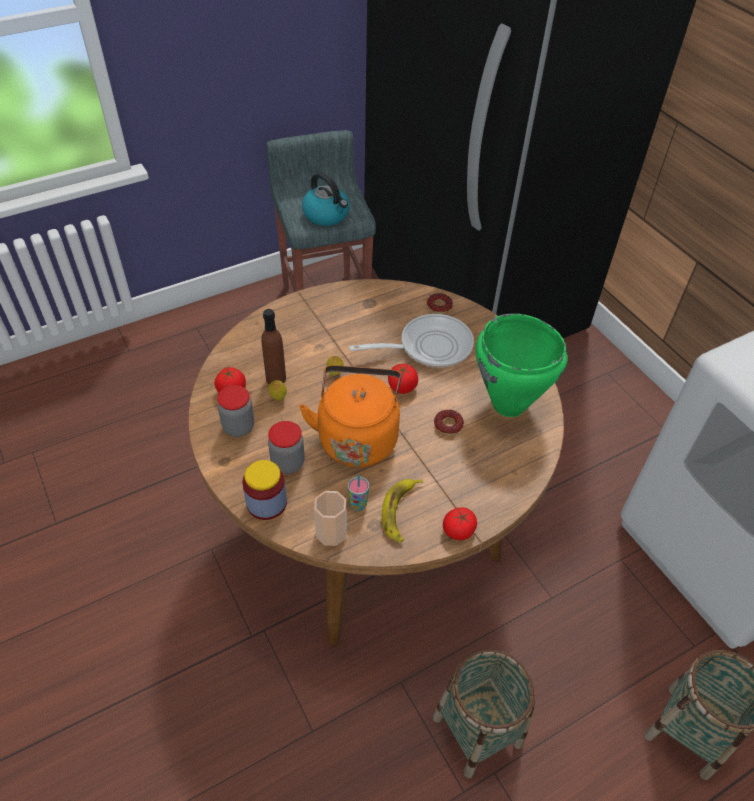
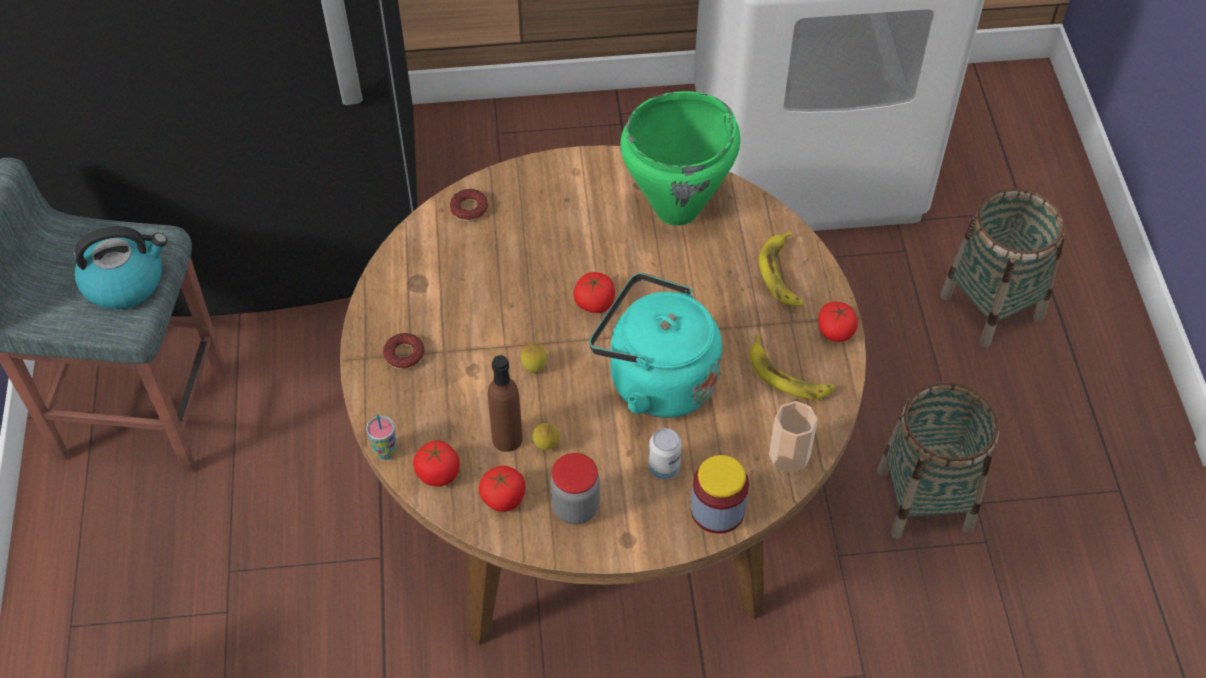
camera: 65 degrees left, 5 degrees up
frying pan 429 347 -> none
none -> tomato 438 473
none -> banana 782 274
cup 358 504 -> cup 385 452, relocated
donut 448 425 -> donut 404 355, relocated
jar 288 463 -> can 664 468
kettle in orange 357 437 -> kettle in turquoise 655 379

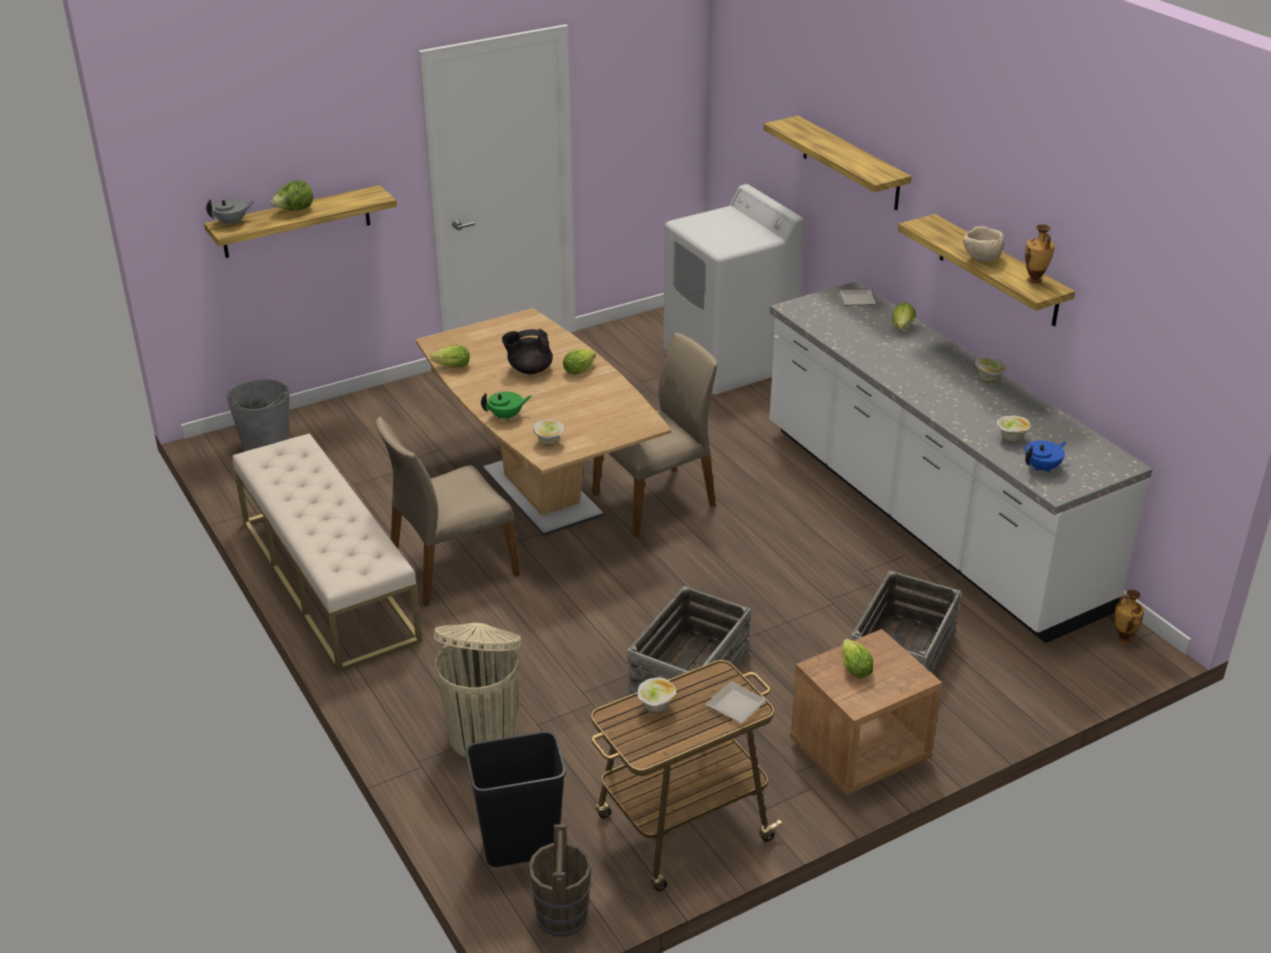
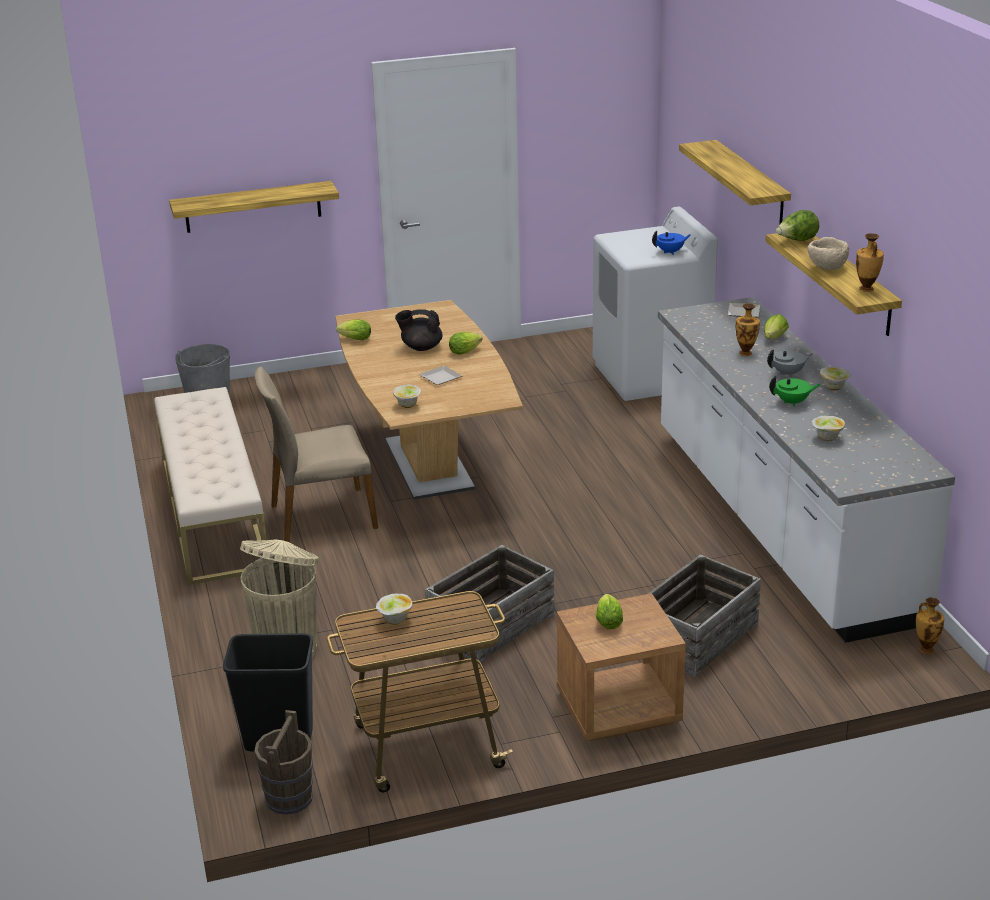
camera: 15 degrees right, 5 degrees down
chair in beige 656 500 -> none
none -> vase 746 353
teapot in grey 232 222 -> teapot in grey 788 373, relocated
lettuce 294 210 -> lettuce 797 241, relocated
teapot in green 506 416 -> teapot in green 792 402, relocated
plate 735 703 -> plate 441 377, relocated
teapot in blue 1042 467 -> teapot in blue 670 252, relocated

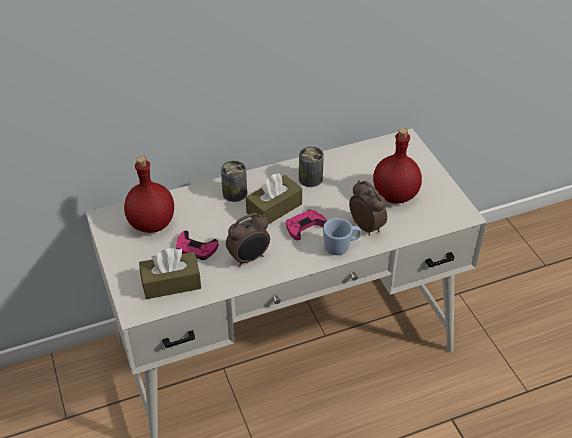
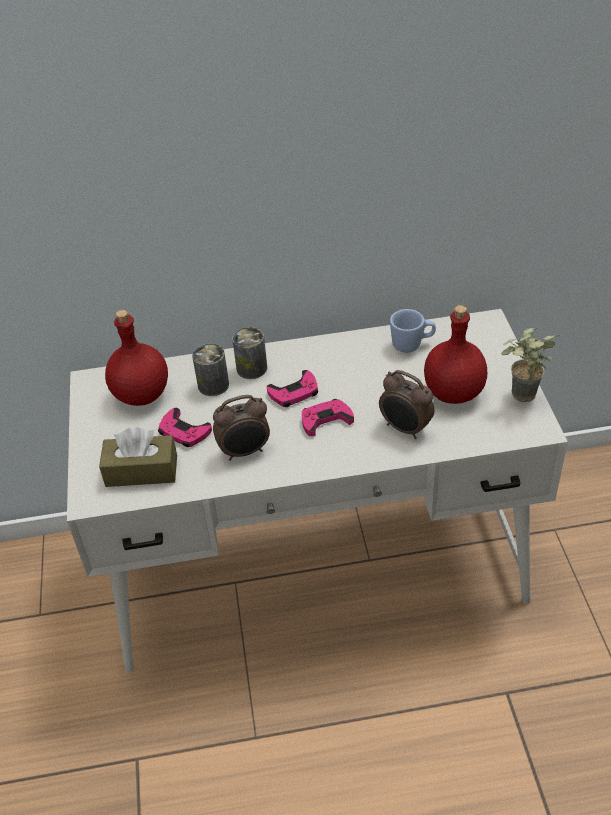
camera: 15 degrees right, 0 degrees up
none -> potted plant 519 399
can 310 179 -> can 213 385, relocated
mug in blue 341 247 -> mug in blue 412 344, relocated
tissue box in brown 274 208 -> game controller in pink 294 393
alarm clock 367 226 -> alarm clock 405 429, 150 degrees clockwise

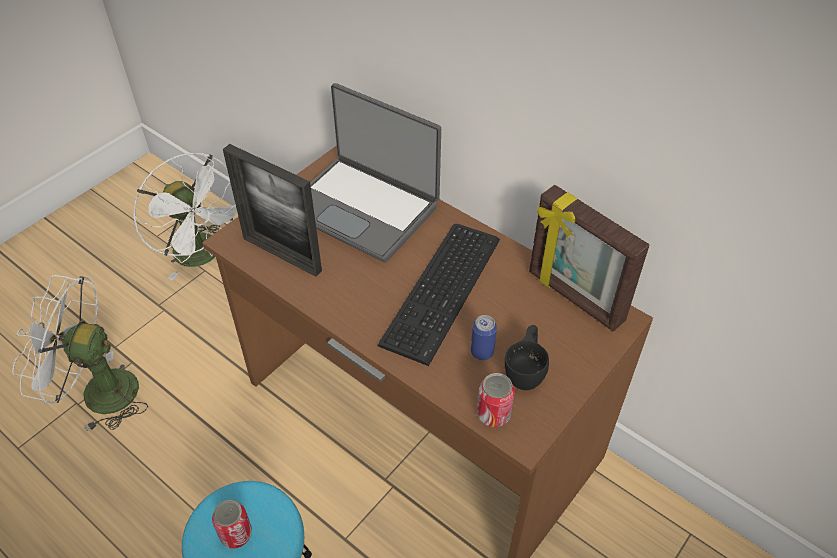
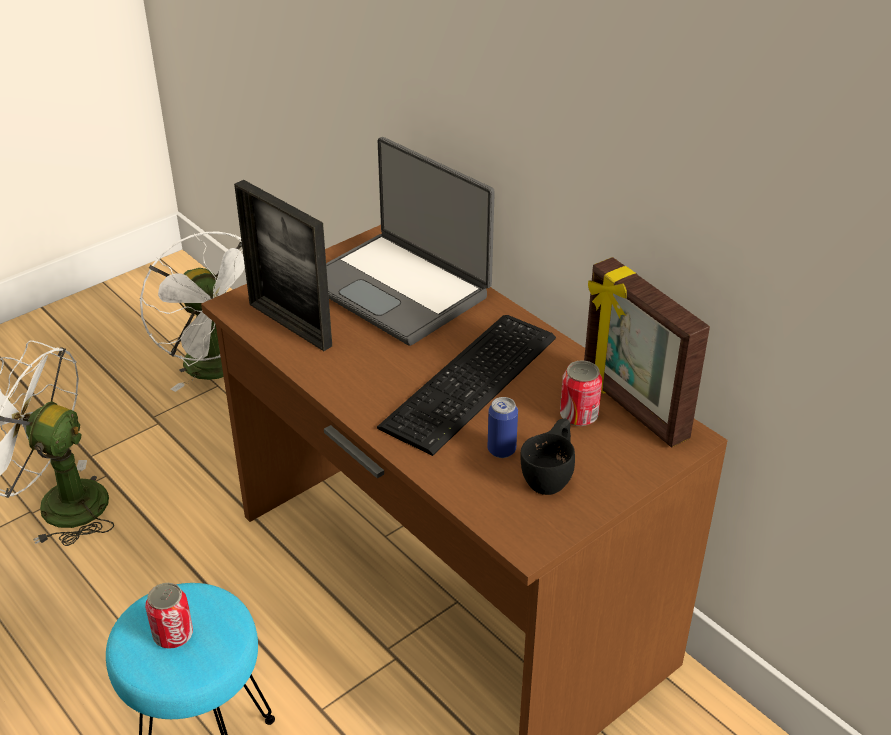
camera: 10 degrees right, 10 degrees down
can 493 414 -> can 578 415, relocated

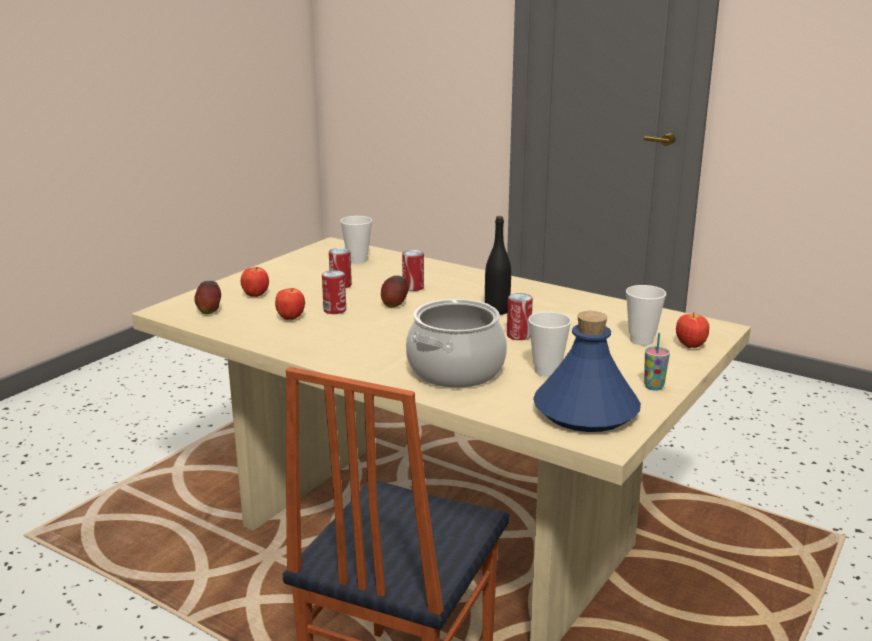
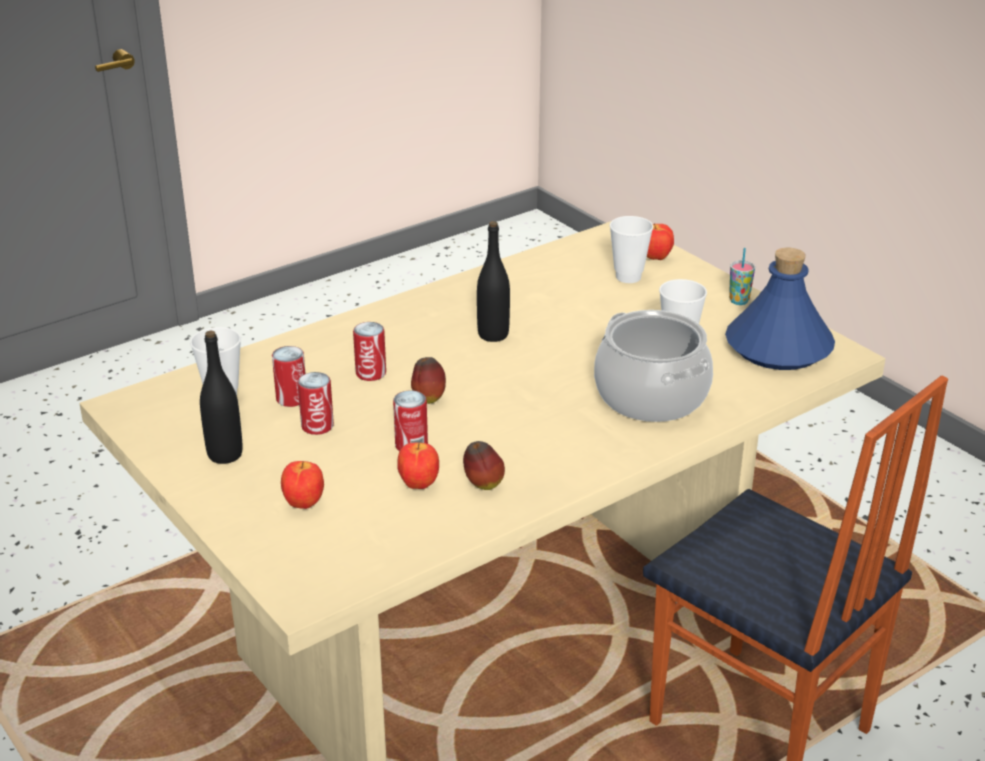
camera: 70 degrees left, 10 degrees up
none -> bottle in black 225 454
apple 209 312 -> apple 483 485, relocated
can 518 336 -> can 291 398, relocated

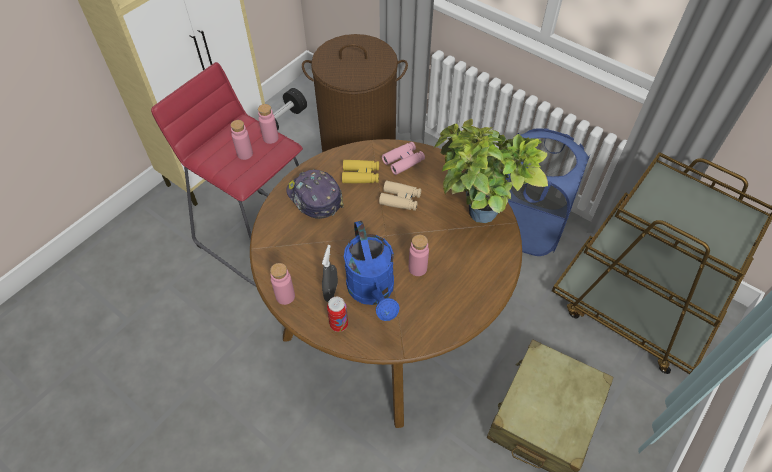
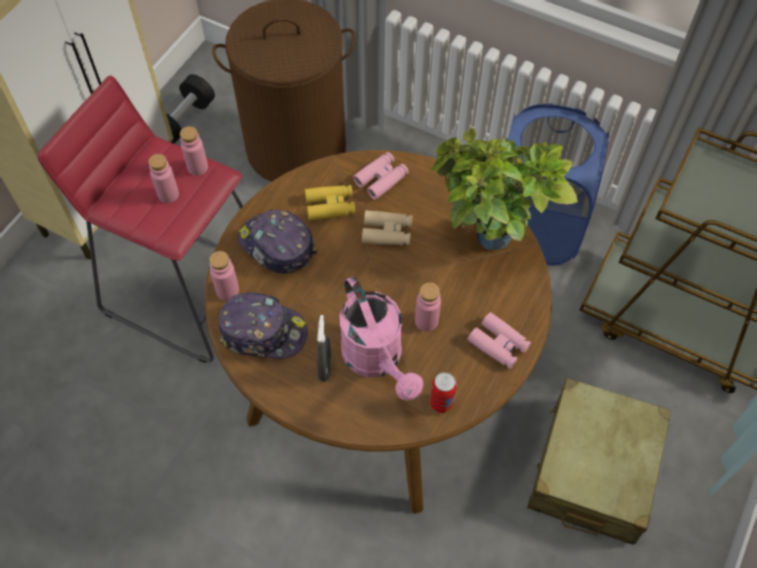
camera: 10 degrees left, 5 degrees up
none -> cap 263 332
none -> binoculars in pink 498 344
bottle in pink 285 296 -> bottle in pink 227 290, relocated
can 339 324 -> can 441 403, relocated
watering can in blue 373 292 -> watering can in pink 377 360

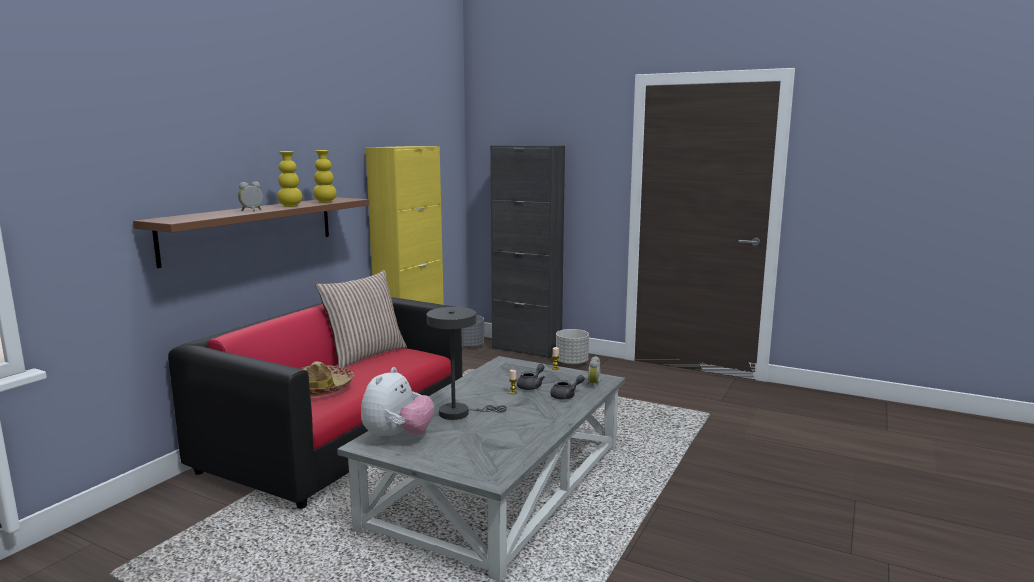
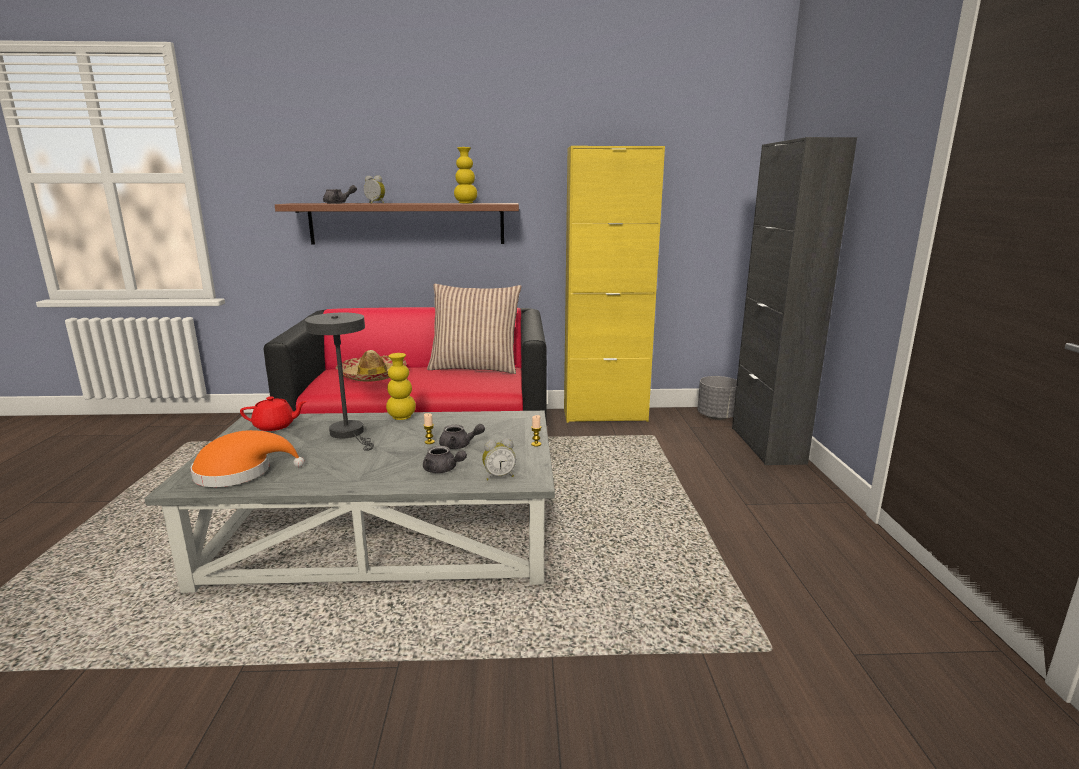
camera: 60 degrees right, 5 degrees up
planter in grey 572 363 -> none
none -> hat in orange 240 472
none -> teapot in grey 338 203
vase in yellow 290 206 -> vase in yellow 401 417, relocated
plush toy 397 437 -> teapot in red 275 426

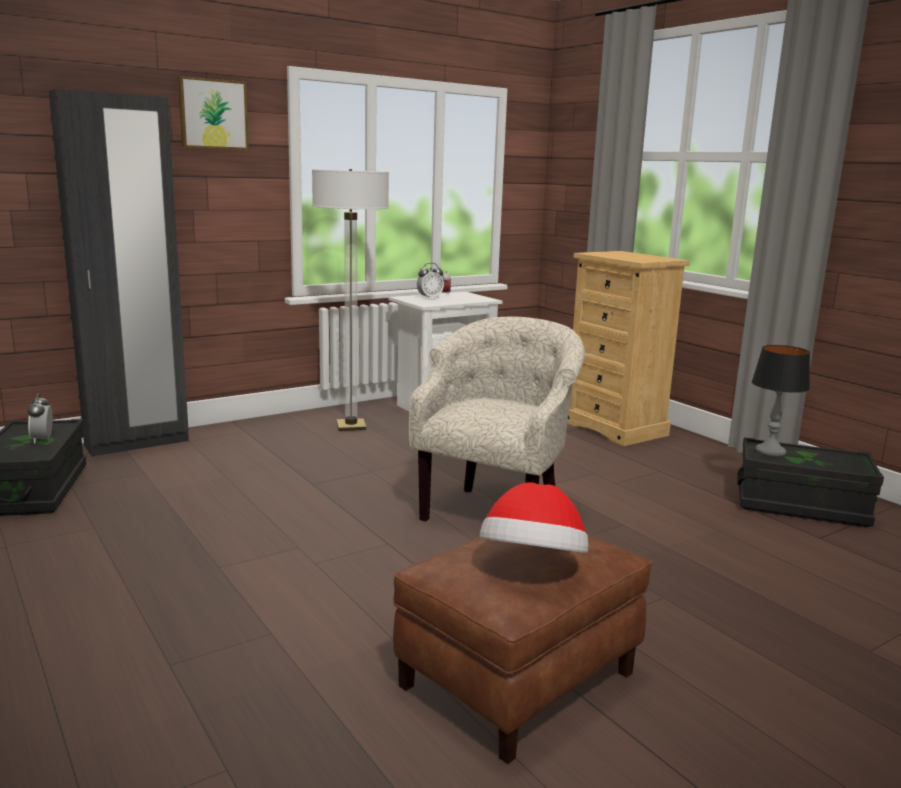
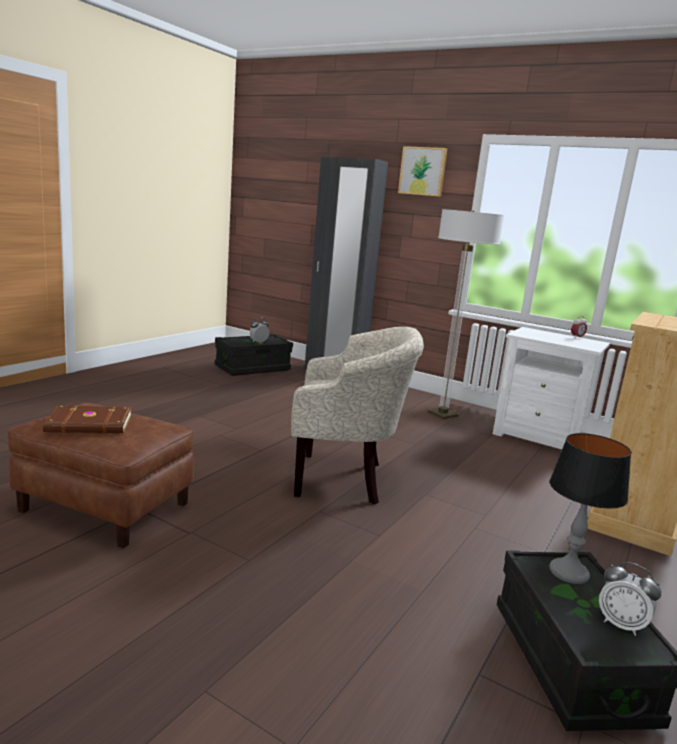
camera: 65 degrees right, 0 degrees up
alarm clock 429 298 -> alarm clock 621 624, relocated
hat 533 565 -> book in brown 89 424

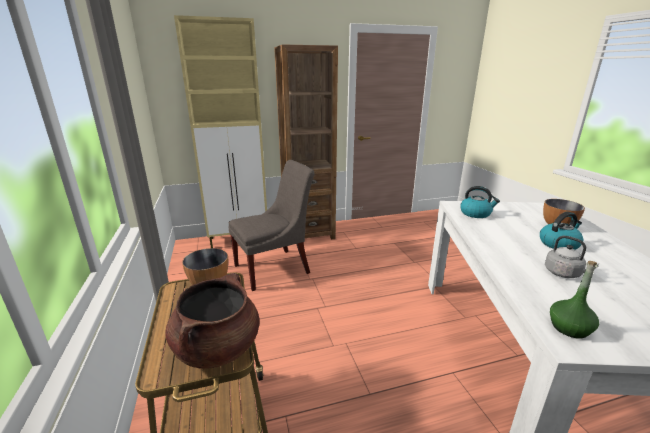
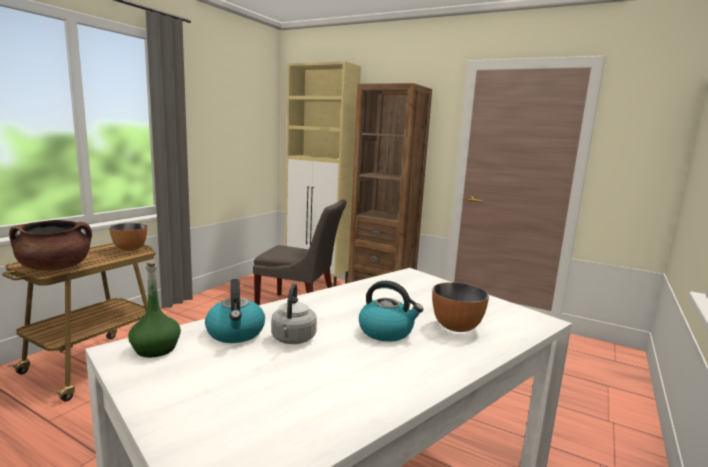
camera: 45 degrees right, 10 degrees down
kettle 476 213 -> kettle 236 333, relocated

